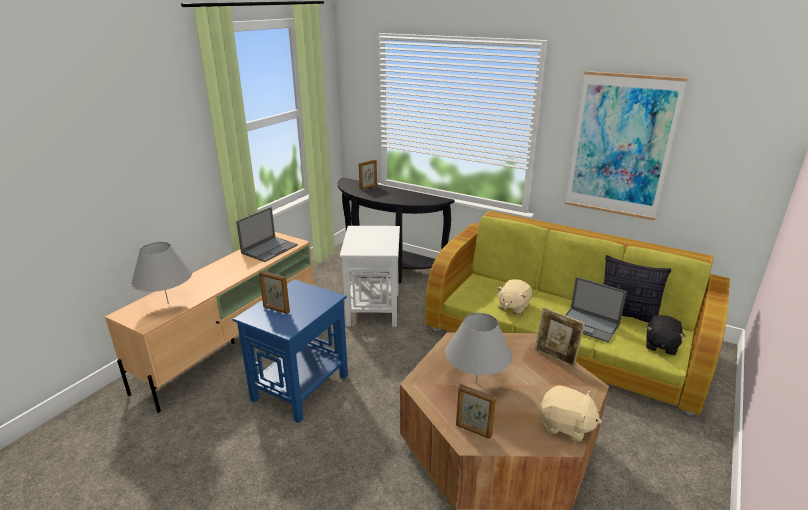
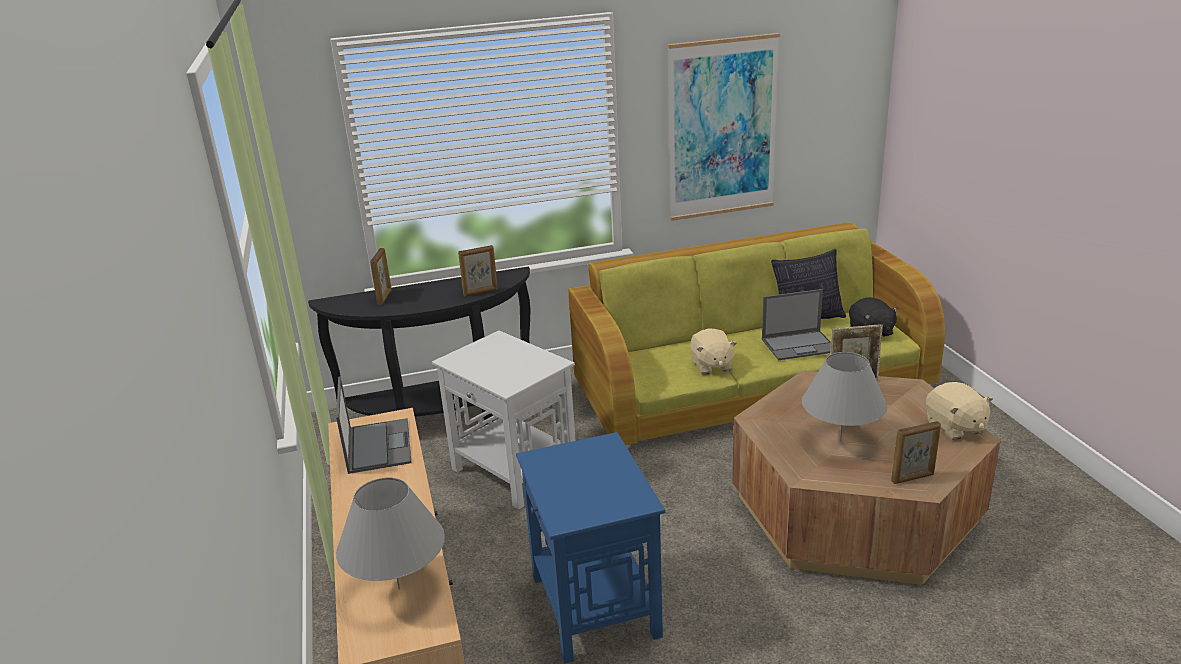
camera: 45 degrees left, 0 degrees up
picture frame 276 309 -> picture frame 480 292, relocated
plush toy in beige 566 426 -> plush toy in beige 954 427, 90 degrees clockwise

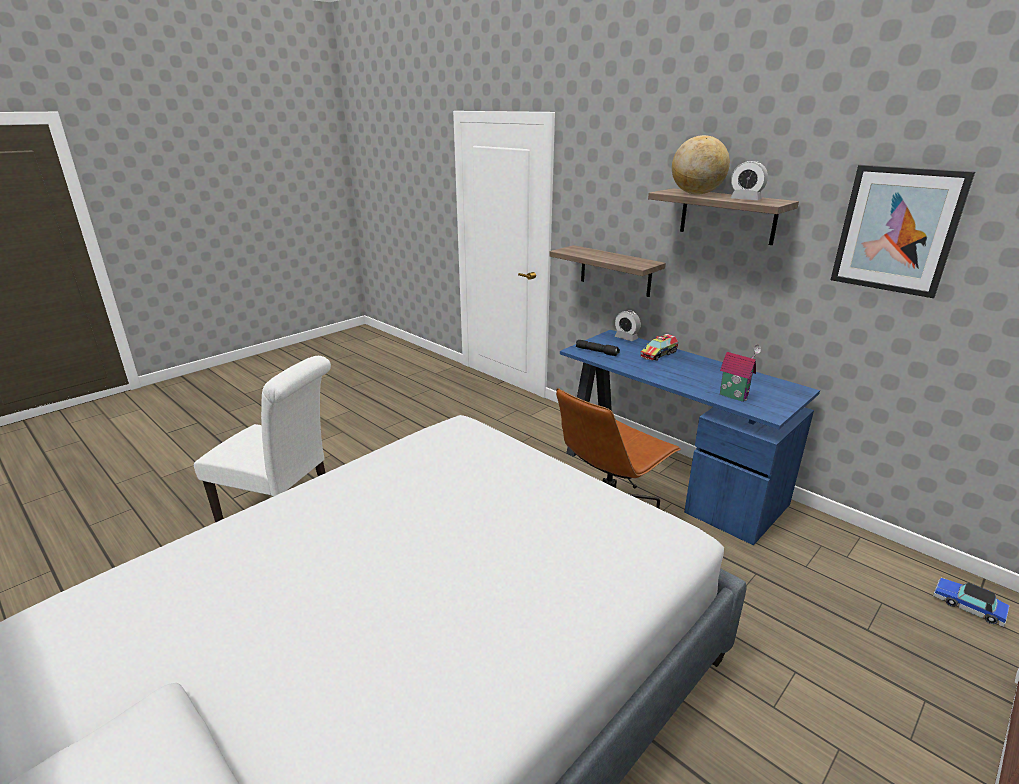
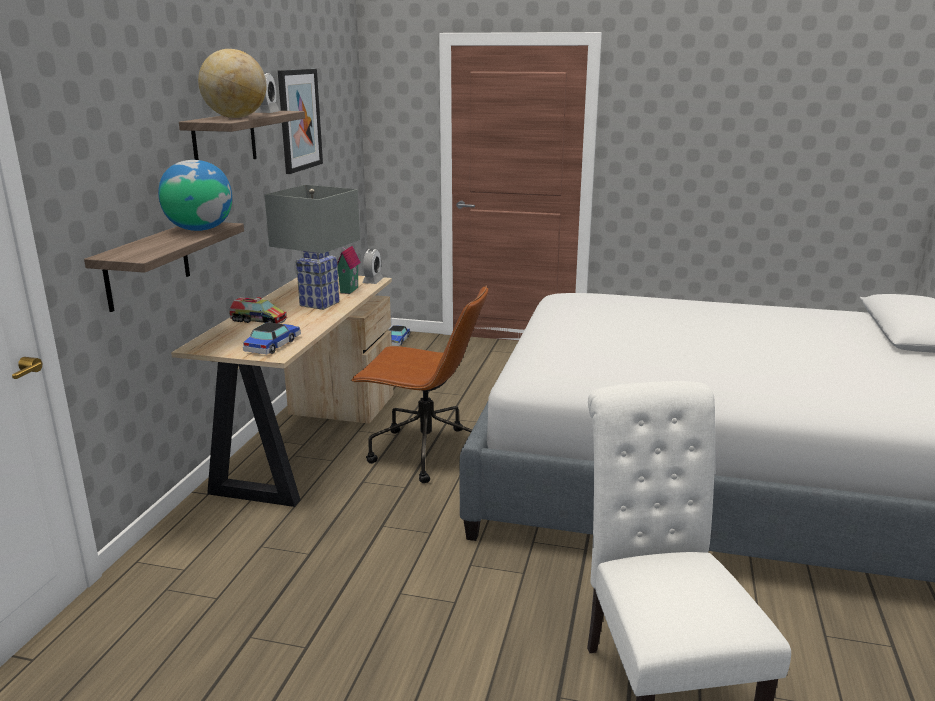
camera: 120 degrees left, 5 degrees down
none -> globe 200 229
none -> table lamp in grey 319 303
alarm clock 626 338 -> alarm clock 372 281, relocated
flashlight in black 597 352 -> toy car 273 345
desk in blue 666 475 -> desk in beige 306 440

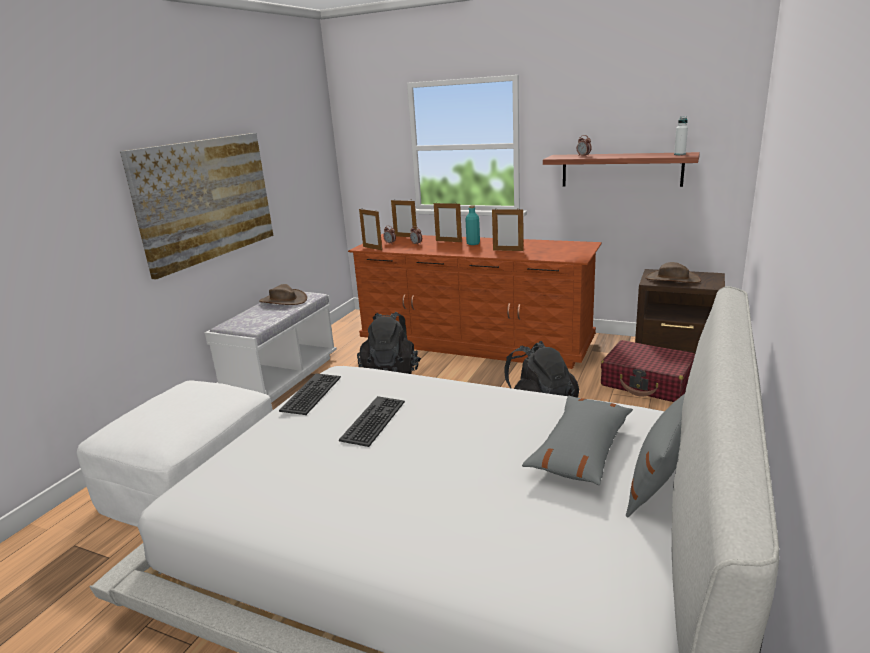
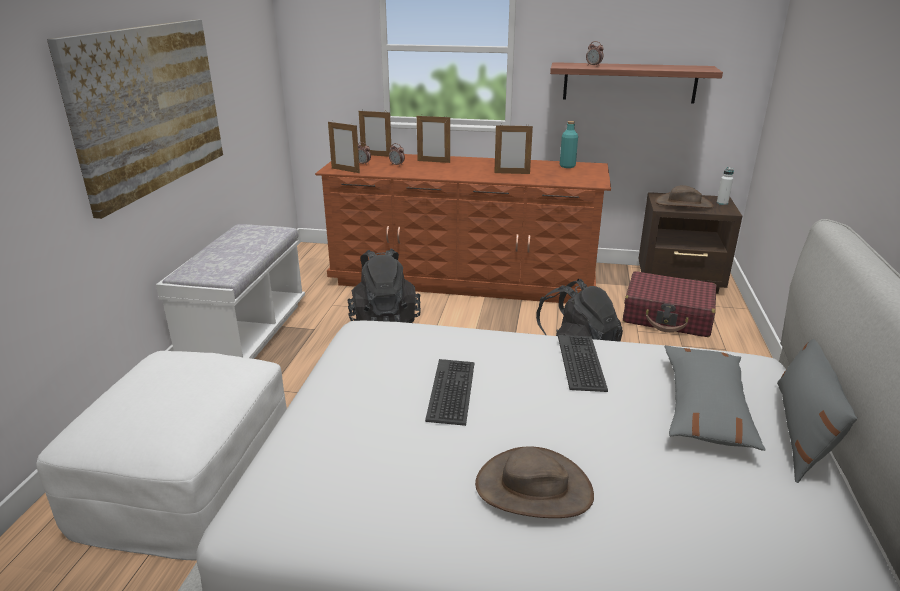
camera: 15 degrees left, 5 degrees up
hat in brown 283 300 -> hat in brown 533 489, relocated
keyboard 312 394 -> keyboard 582 363, relocated
bottle in turquoise 473 243 -> bottle in turquoise 567 166, relocated
bottle in white 679 154 -> bottle in white 722 203, relocated

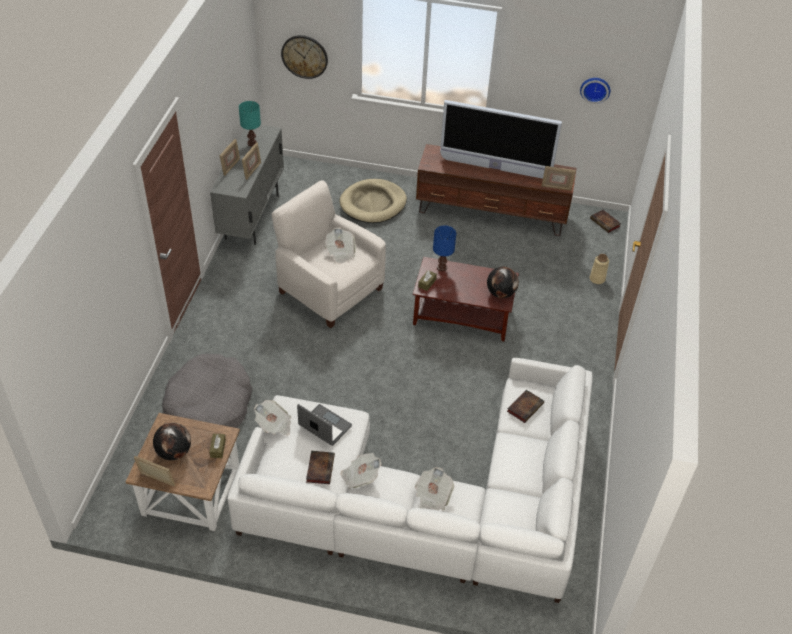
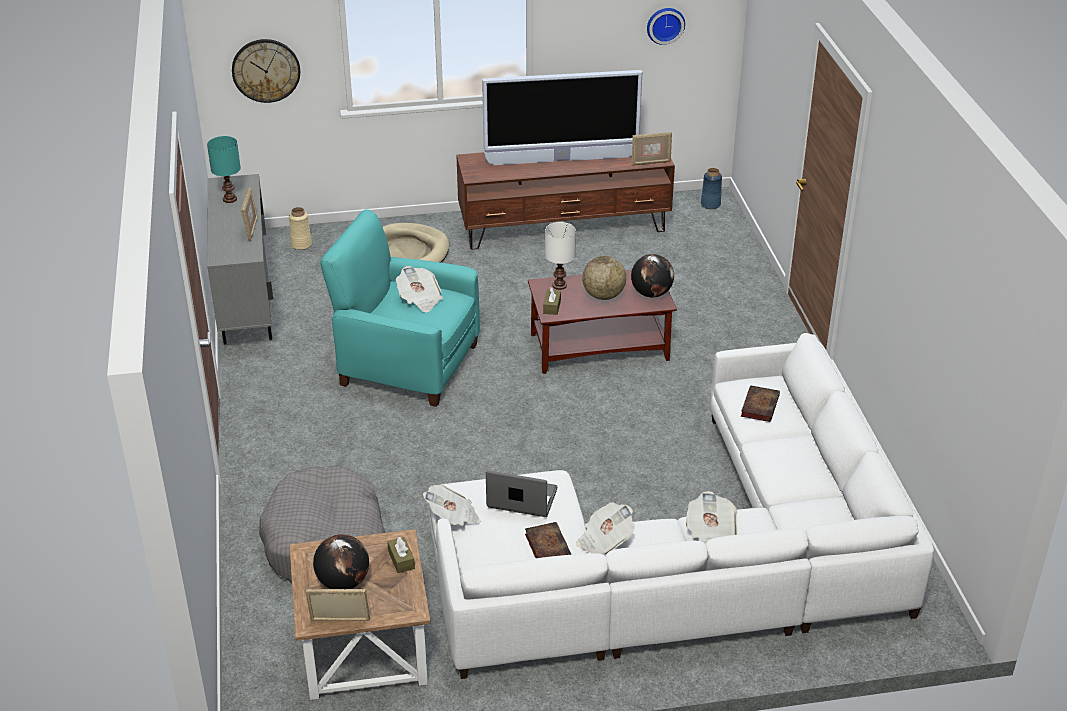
camera: 20 degrees left, 10 degrees down
picture frame 231 167 -> none
none -> globe 603 296
vase in beige 597 279 -> vase in beige 301 245, relocated
book 605 223 -> vase in blue 710 204
armchair in white 329 290 -> armchair in turquoise 407 364
table lamp in blue 442 267 -> table lamp in white 560 285

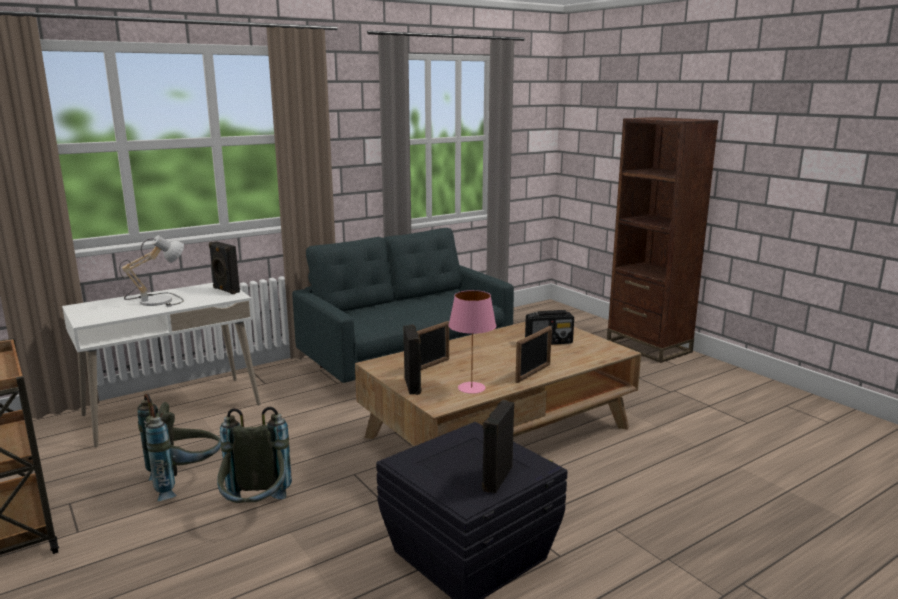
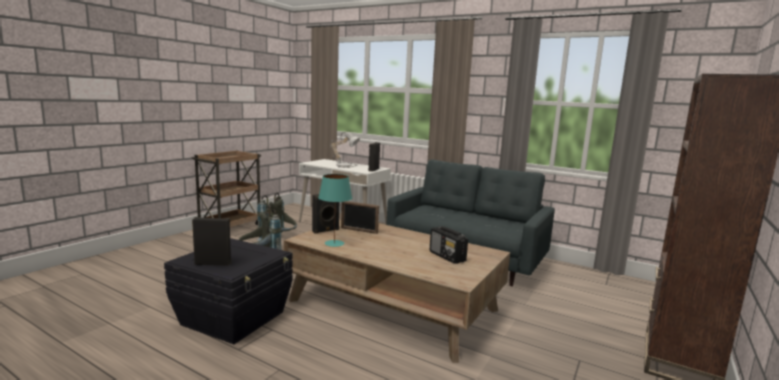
camera: 65 degrees right, 5 degrees down
picture frame 533 373 -> none
table lamp in pink 472 388 -> table lamp in turquoise 334 243

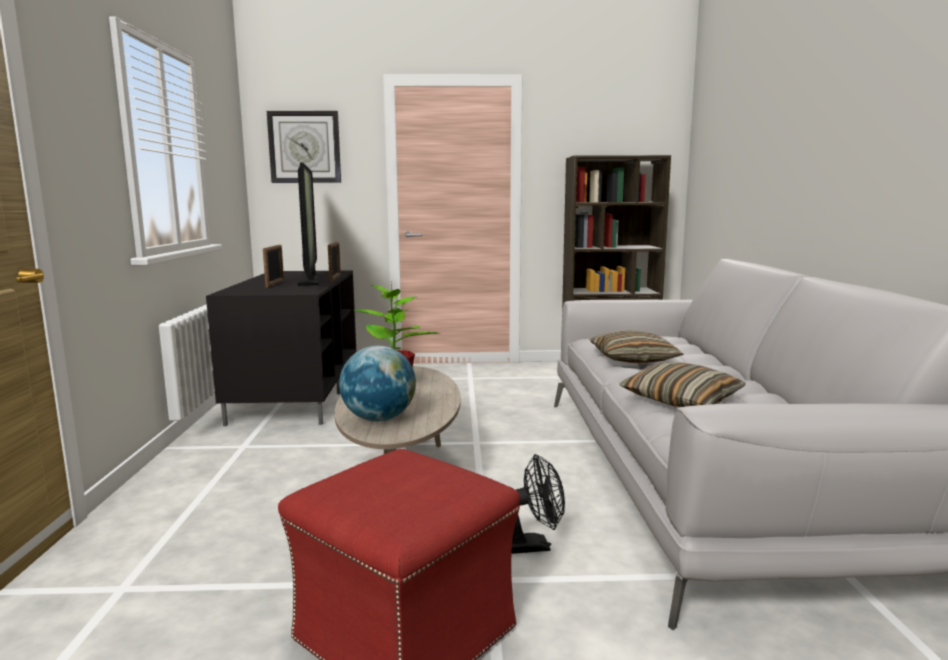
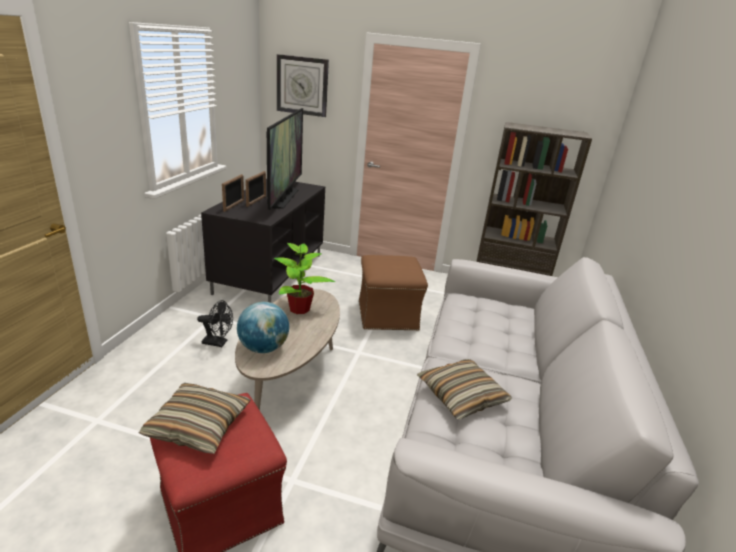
camera: 15 degrees right, 15 degrees up
none -> ottoman in brown 387 315
picture frame 335 278 -> picture frame 234 206, relocated
fan in black 534 545 -> fan in black 218 343, relocated
pillow 633 359 -> pillow 198 426, relocated

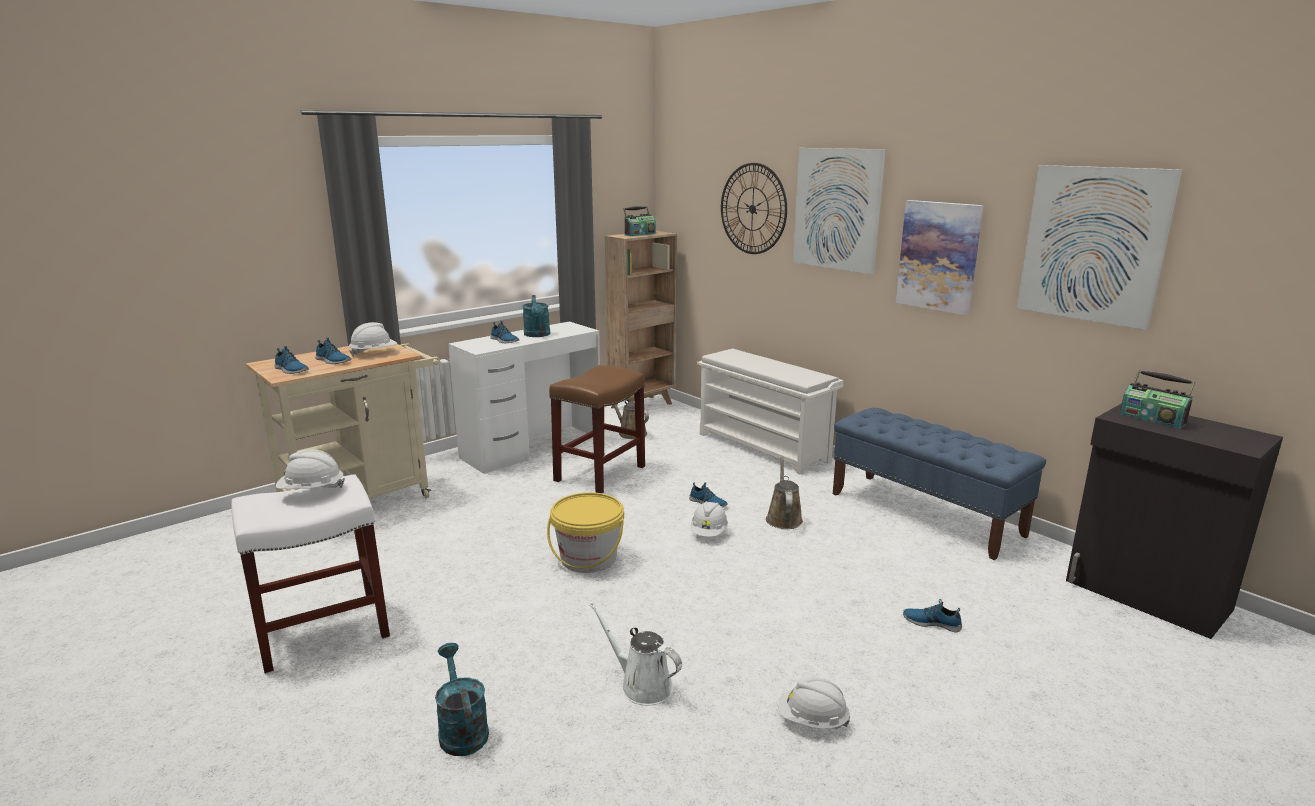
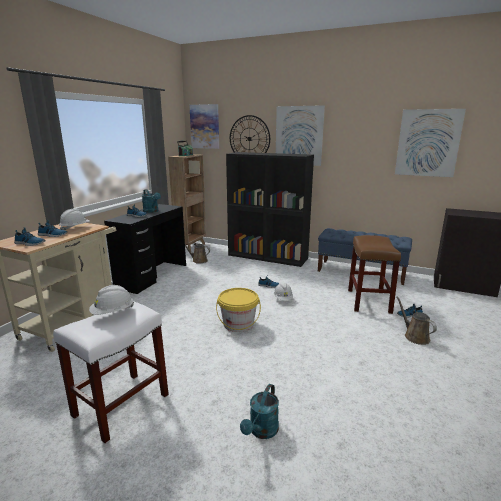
camera: 25 degrees left, 0 degrees up
watering can in white 642 685 -> none
hard hat in white 812 721 -> none
radio 1153 418 -> none
stool in brown 600 474 -> stool in brown 369 301, relocated
watering can in brown 783 518 -> watering can in brown 414 336, relocated
picture 938 256 -> picture 205 126, relocated
shoe rack in white 764 447 -> bookcase in black 268 256
desk in white 532 447 -> desk in black 152 276
watering can in turquoise 461 729 -> watering can in turquoise 262 431, 105 degrees counterclockwise

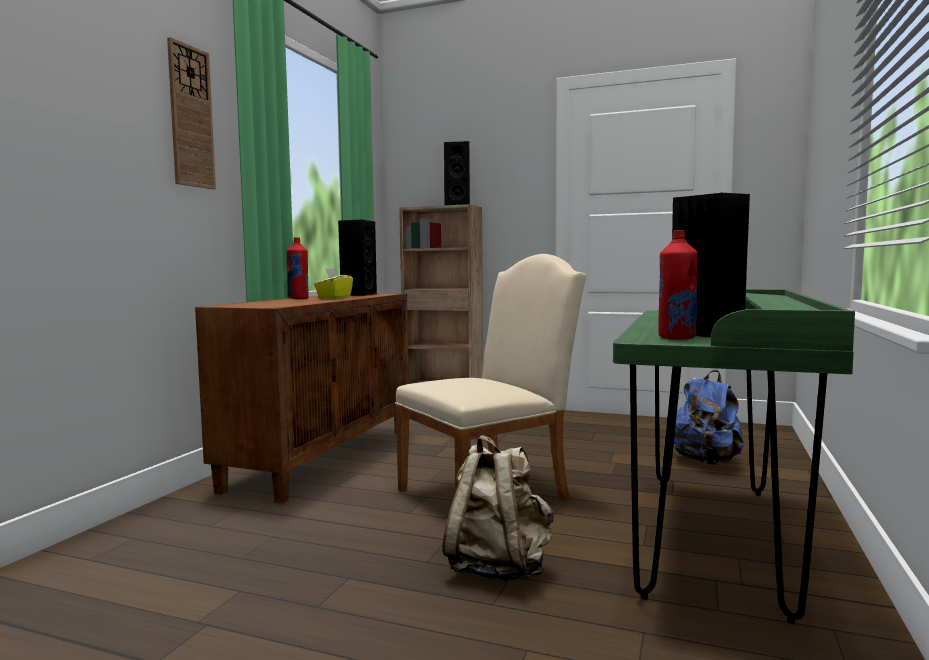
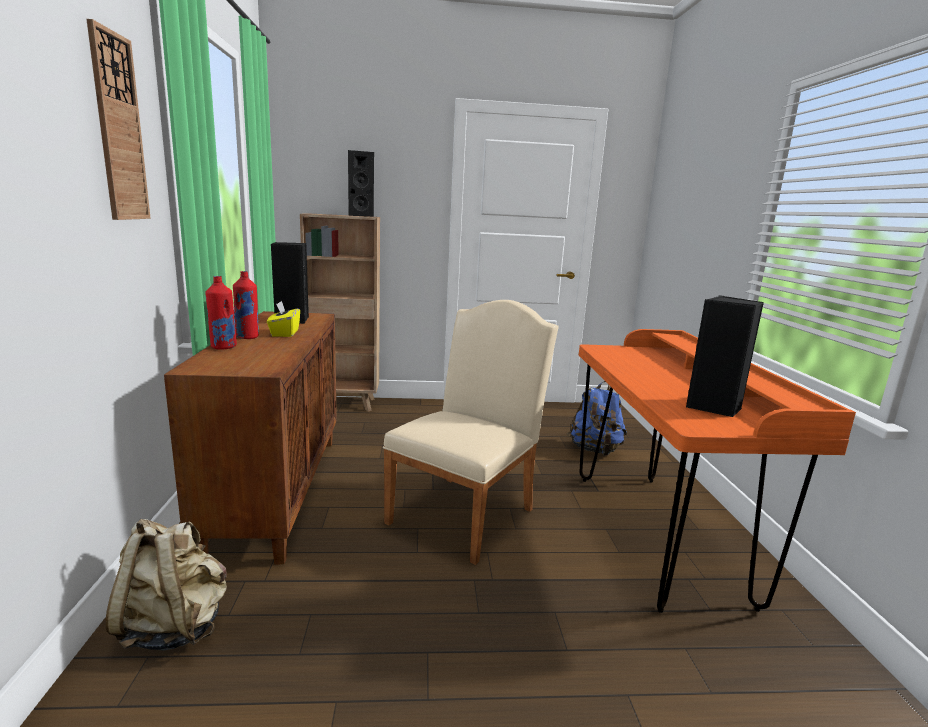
camera: 25 degrees left, 10 degrees up
backpack in beige 498 568 -> backpack in beige 175 626, relocated
bottle in red 676 338 -> bottle in red 223 347, relocated
desk in green 713 537 -> desk in orange 656 533

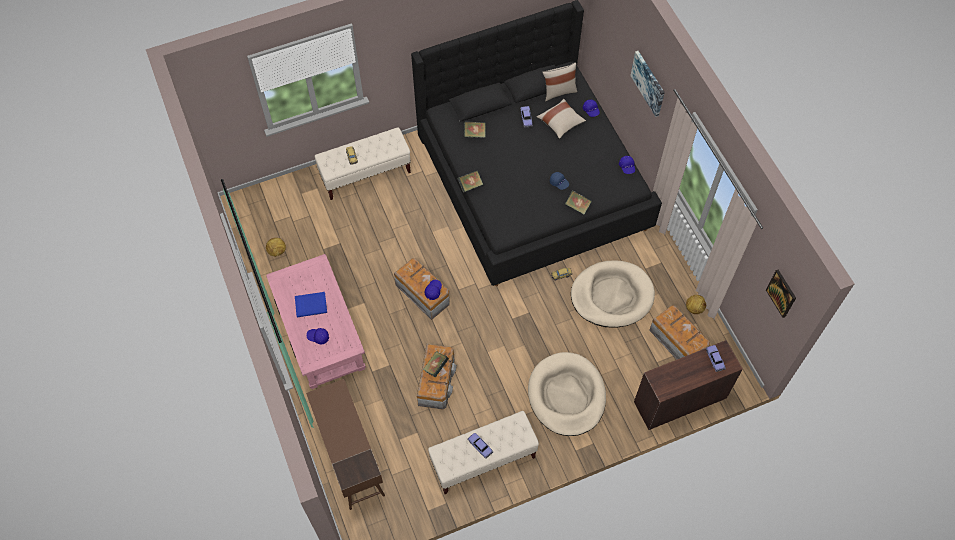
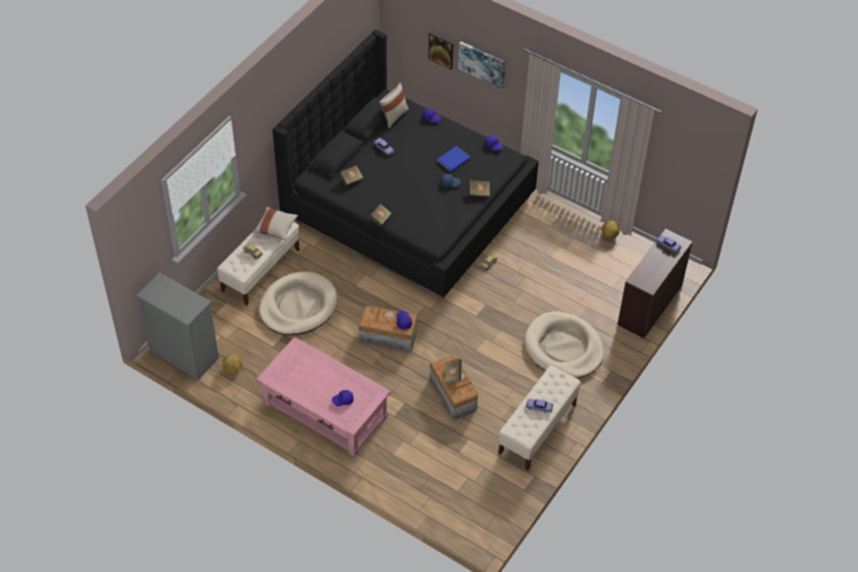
camera: 35 degrees left, 10 degrees down
desk in brown 350 458 -> none
storage box 677 342 -> none
none -> dresser in grey 184 354
book in blue 311 304 -> book in blue 453 159, relocated
pillow in beige 560 123 -> pillow in beige 276 228, relocated
dog bed in beige 612 296 -> dog bed in beige 298 306, relocated
picture 781 293 -> picture 441 50, relocated

